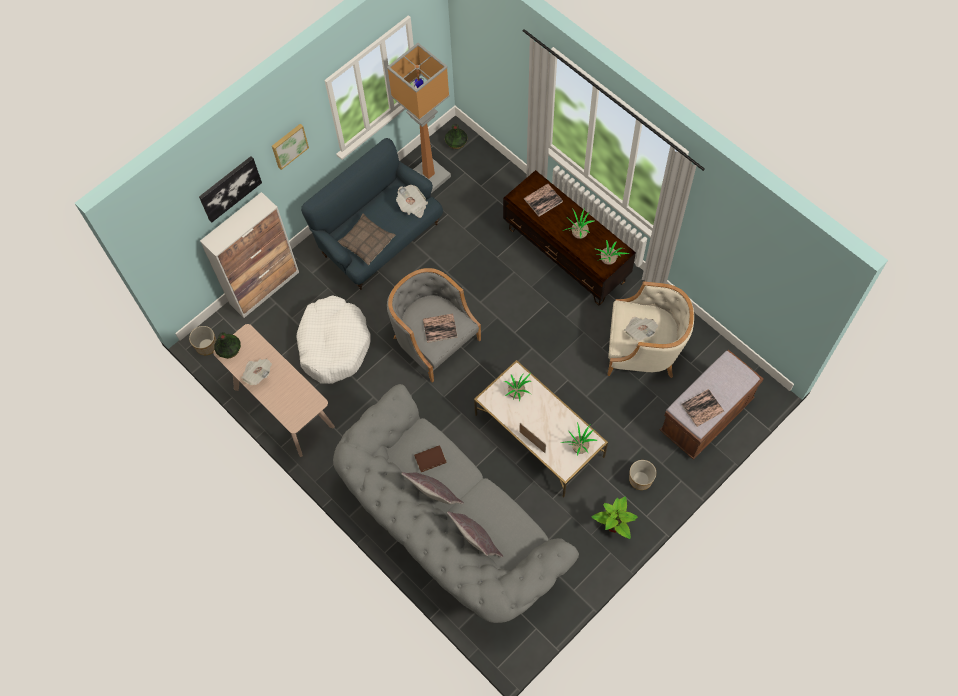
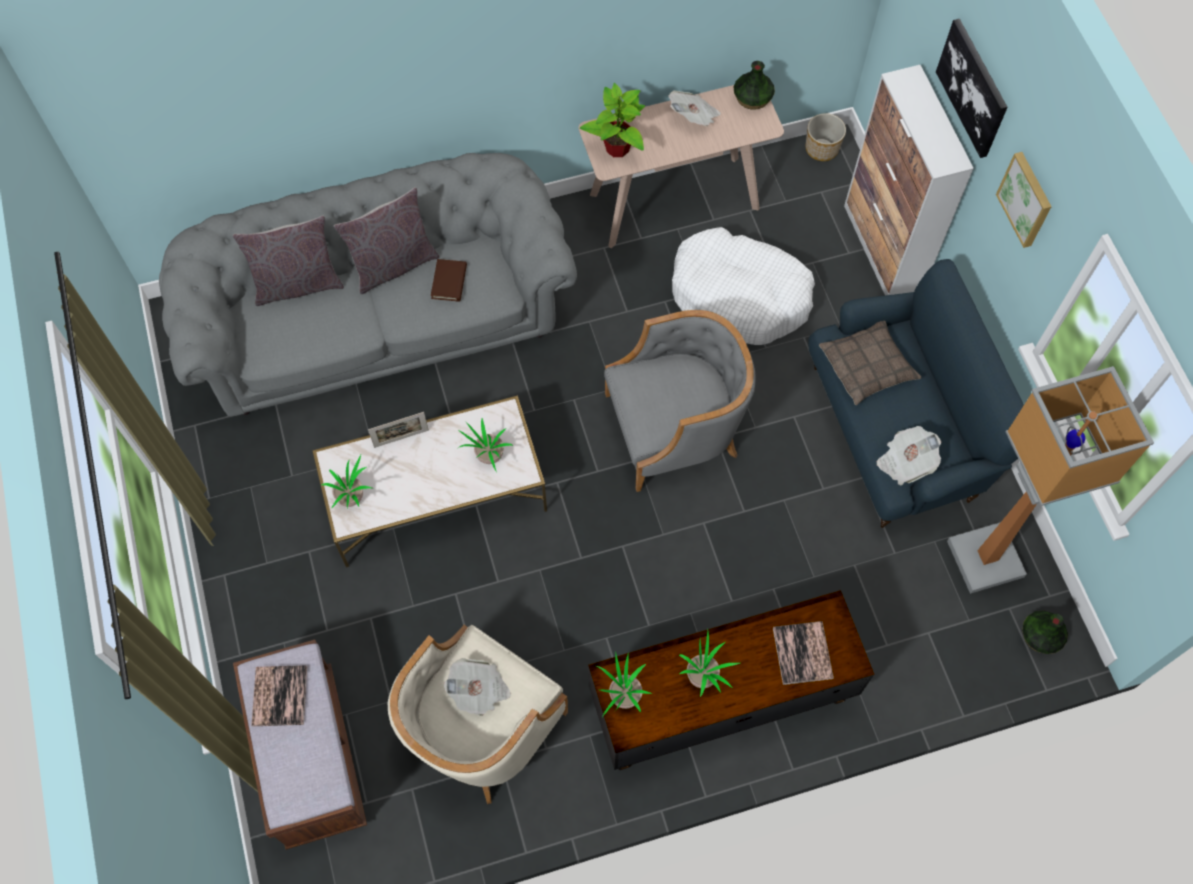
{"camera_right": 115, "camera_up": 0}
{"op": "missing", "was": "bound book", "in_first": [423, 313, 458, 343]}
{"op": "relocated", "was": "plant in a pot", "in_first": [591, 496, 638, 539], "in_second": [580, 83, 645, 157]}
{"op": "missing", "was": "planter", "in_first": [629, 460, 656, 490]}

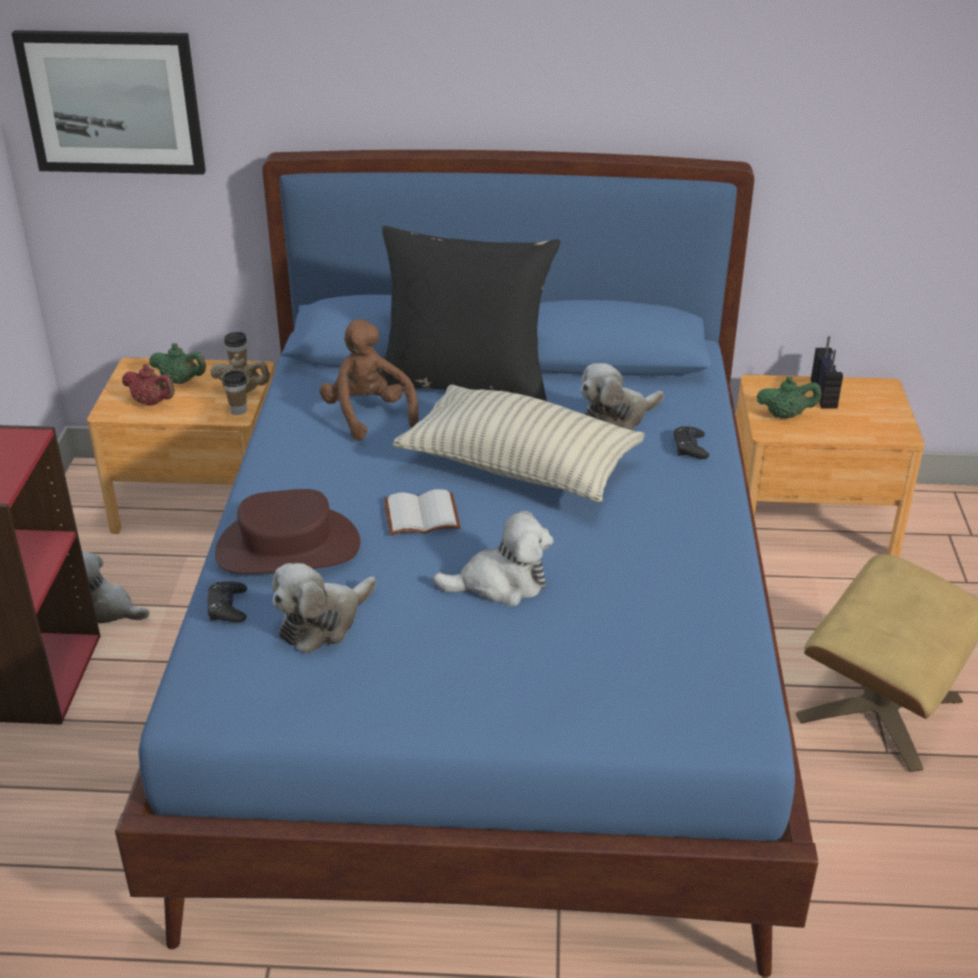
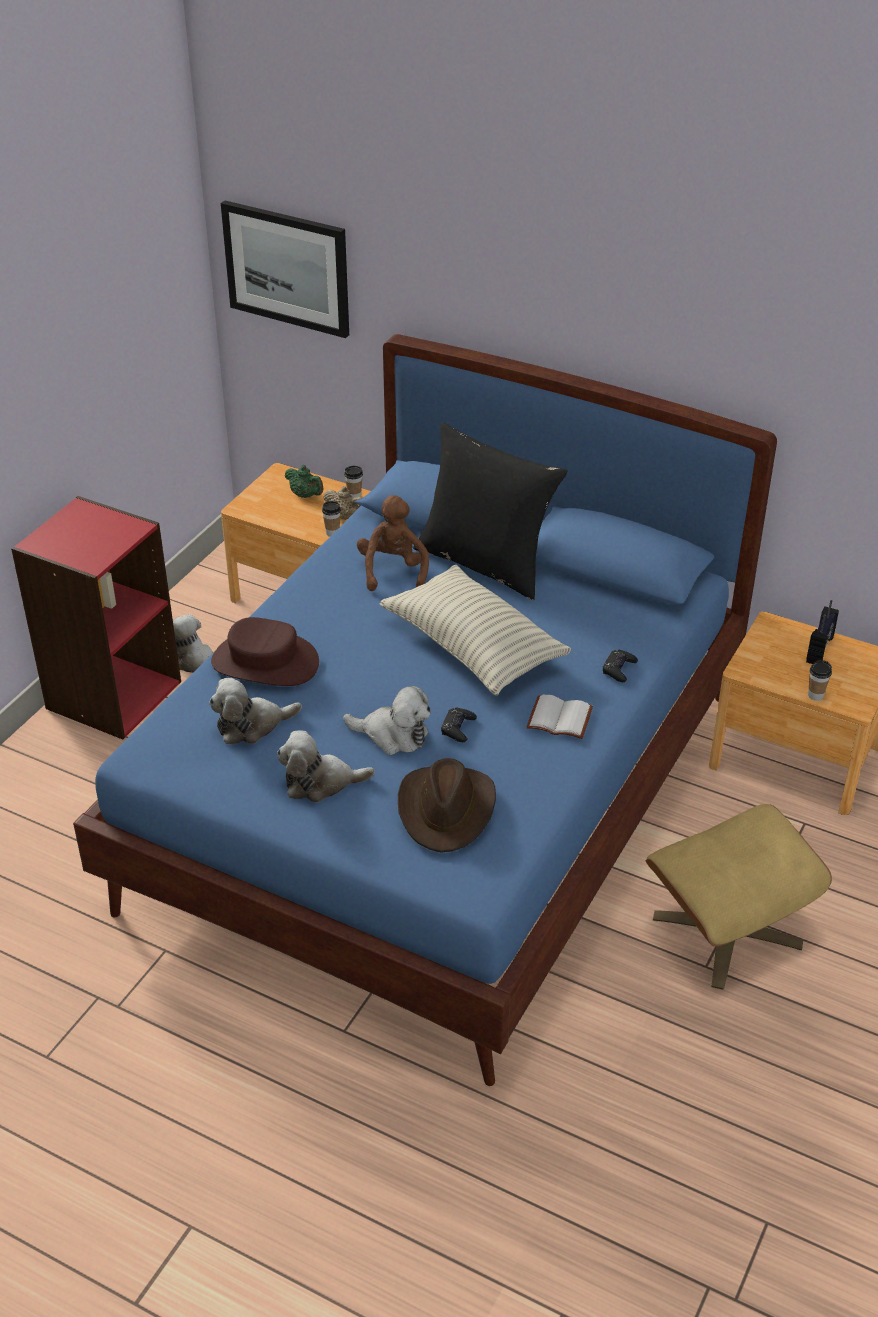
{"camera_right": 25, "camera_up": 5}
{"op": "missing", "was": "red tea pot", "in_first": [122, 364, 175, 406]}
{"op": "relocated", "was": "blackish gamepad", "in_first": [207, 581, 247, 623], "in_second": [441, 707, 477, 742]}
{"op": "relocated", "was": "white bound book", "in_first": [384, 489, 461, 535], "in_second": [526, 695, 593, 739]}
{"op": "relocated", "was": "soft toy", "in_first": [580, 363, 664, 430], "in_second": [277, 730, 375, 803]}
{"op": "missing", "was": "green tea pot", "in_first": [757, 377, 821, 419]}
{"op": "appeared", "now": "brown clothing hat", "in_second": [398, 758, 496, 853]}
{"op": "appeared", "now": "cup", "in_second": [808, 660, 832, 701]}

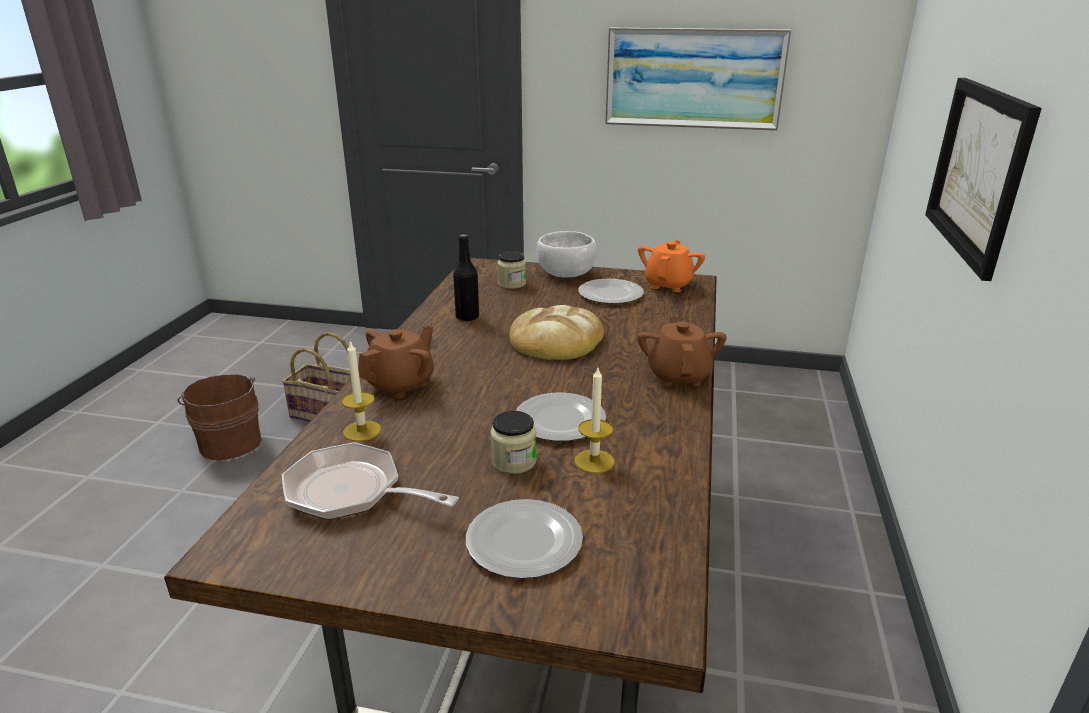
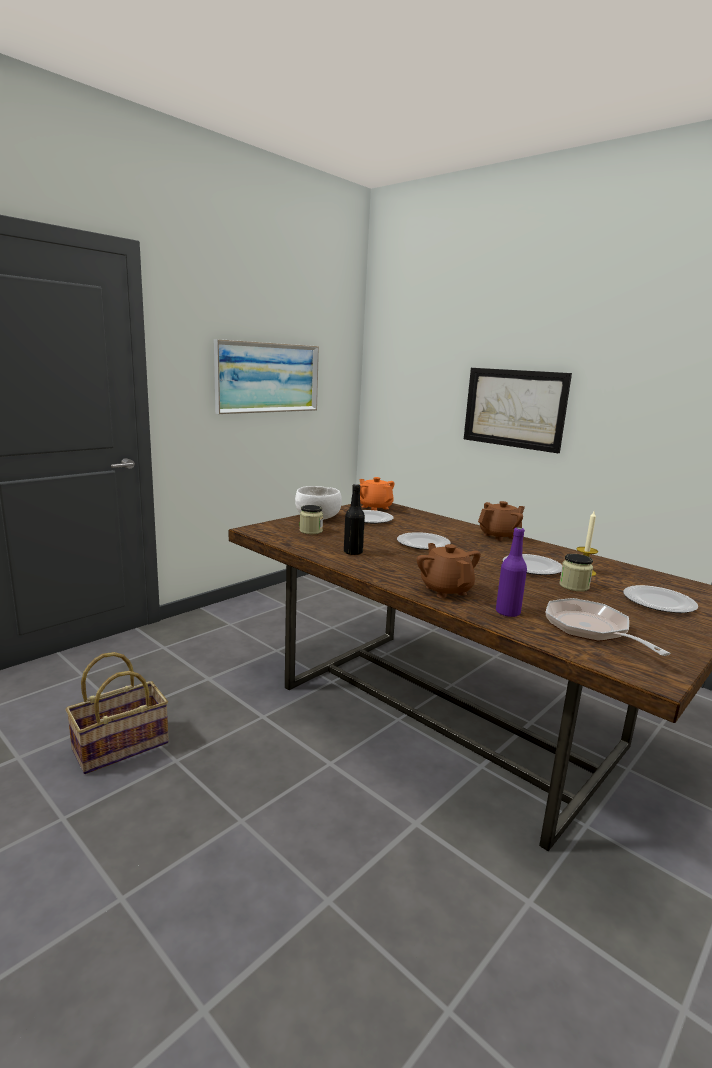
{"camera_right": -60, "camera_up": -10}
{"op": "missing", "was": "brown bucket", "in_first": [177, 374, 261, 460]}
{"op": "spun", "was": "skillet", "in_first": [282, 442, 459, 520], "in_second": [546, 598, 670, 656], "clockwise": 105}
{"op": "exchanged", "was": "wax candle", "now": "purple-coloured bottle", "in_first": [341, 340, 381, 442], "in_second": [496, 527, 527, 617]}
{"op": "exchanged", "was": "baked bread", "now": "flat dish", "in_first": [510, 305, 604, 360], "in_second": [397, 532, 451, 550]}
{"op": "spun", "was": "brown tea pot", "in_first": [637, 315, 727, 386], "in_second": [478, 501, 525, 541], "clockwise": 120}

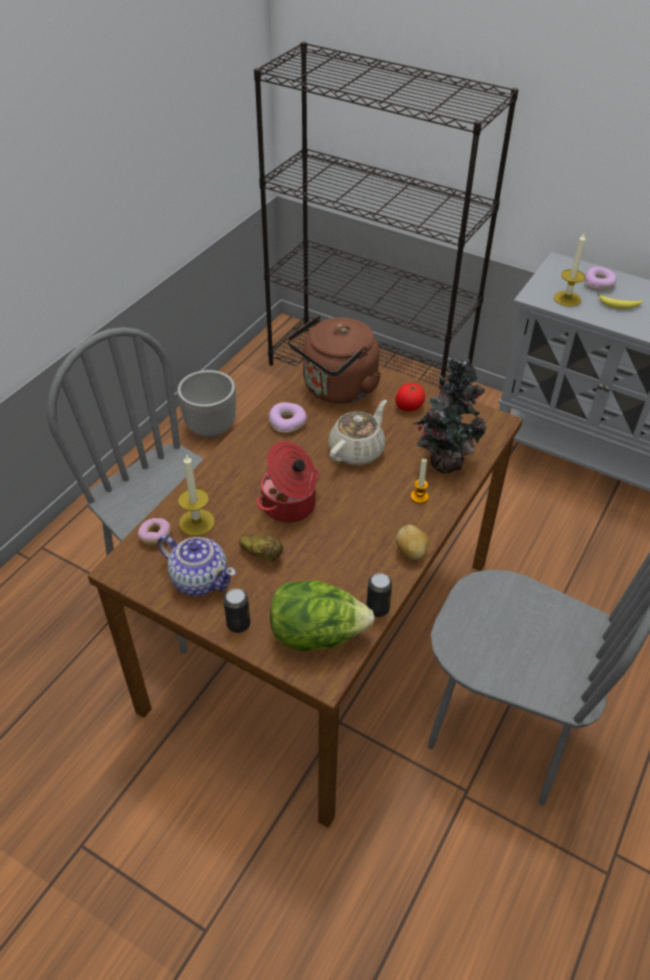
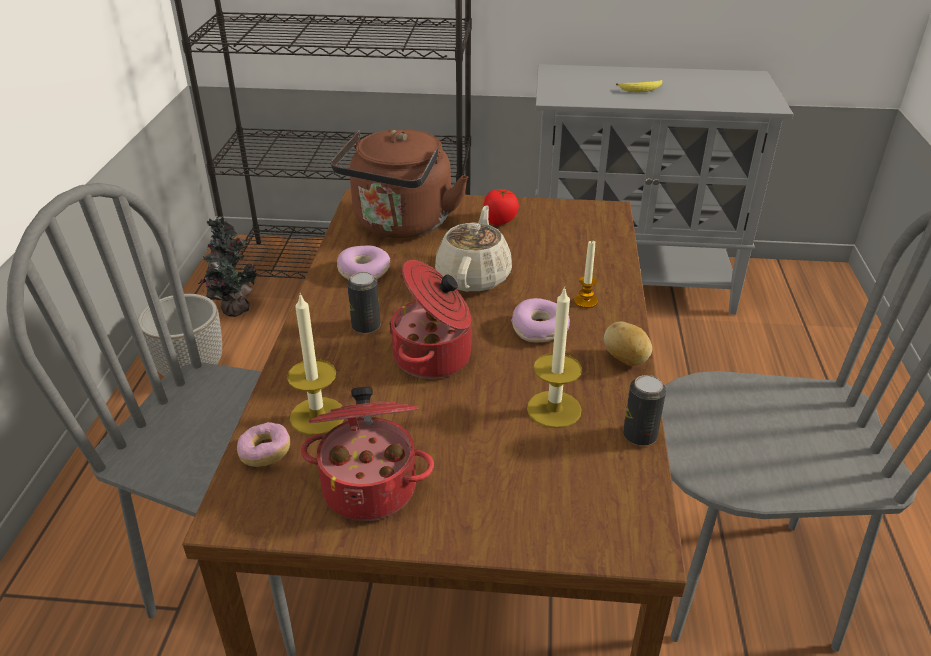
{"camera_right": -25, "camera_up": -10}
{"op": "exchanged", "was": "tea pot", "now": "saucepot", "in_first": [157, 535, 236, 596], "in_second": [301, 387, 434, 521]}
{"op": "relocated", "was": "sealed can", "in_first": [223, 588, 250, 633], "in_second": [347, 272, 380, 334]}
{"op": "missing", "was": "potato", "in_first": [239, 534, 283, 562]}
{"op": "missing", "was": "head of lettuce", "in_first": [270, 580, 375, 651]}
{"op": "relocated", "was": "plant in a pot", "in_first": [413, 358, 486, 473], "in_second": [198, 217, 257, 317]}
{"op": "relocated", "was": "wax candle", "in_first": [554, 233, 586, 307], "in_second": [527, 286, 582, 428]}
{"op": "relocated", "was": "donut", "in_first": [584, 266, 617, 290], "in_second": [511, 298, 570, 342]}

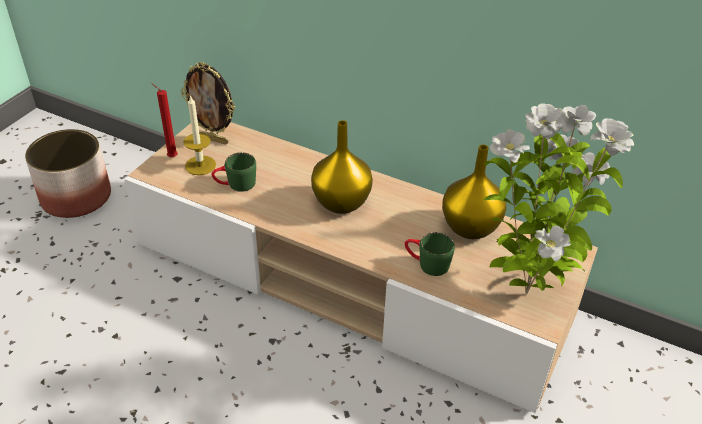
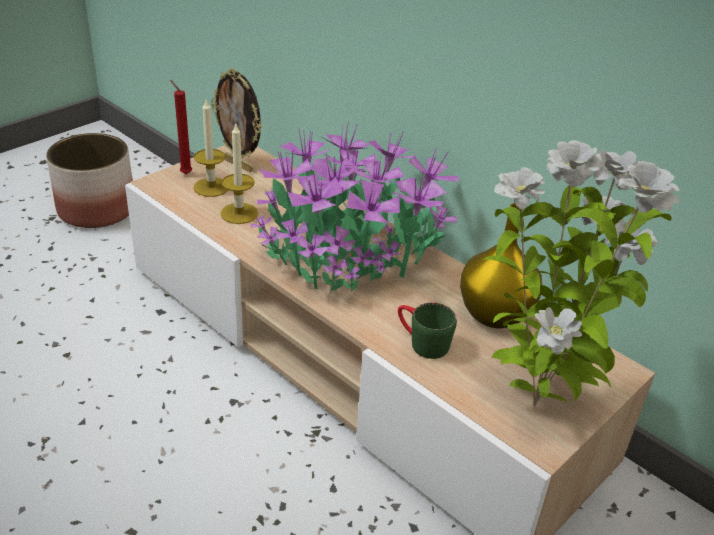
{"camera_right": 15, "camera_up": -5}
{"op": "exchanged", "was": "green tea mug", "now": "wax candle", "in_first": [211, 152, 256, 192], "in_second": [220, 122, 258, 224]}
{"op": "exchanged", "was": "yellow flower vase", "now": "plant in a pot", "in_first": [311, 120, 373, 214], "in_second": [250, 124, 459, 294]}

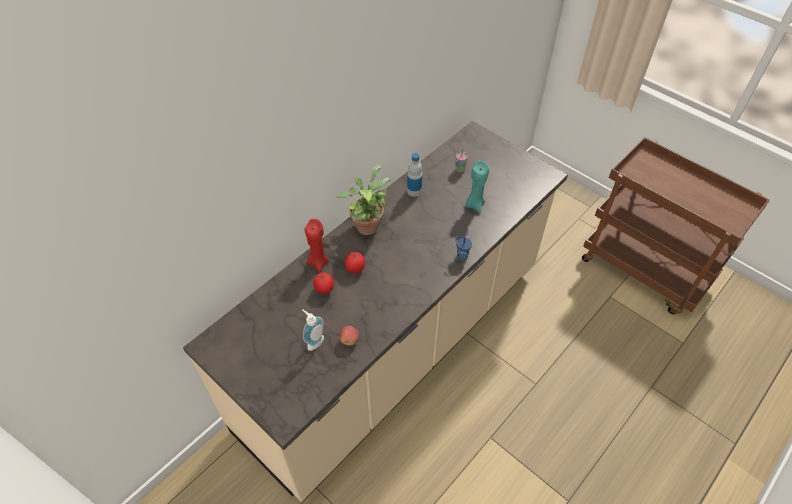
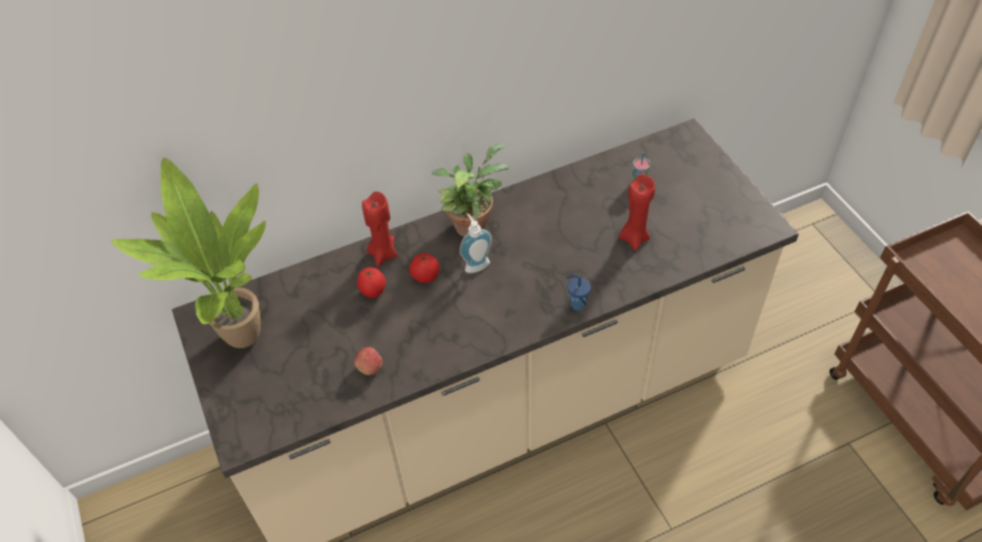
{"camera_right": 25, "camera_up": 0}
{"op": "relocated", "was": "liquid soap bottle", "in_first": [302, 310, 324, 351], "in_second": [460, 214, 492, 273]}
{"op": "missing", "was": "bottle", "in_first": [407, 153, 422, 197]}
{"op": "colour", "was": "turquoise wax candle", "now": "red wax candle", "in_first": [466, 161, 489, 212], "in_second": [619, 174, 655, 251]}
{"op": "appeared", "now": "plant in a pot", "in_second": [111, 158, 266, 348]}

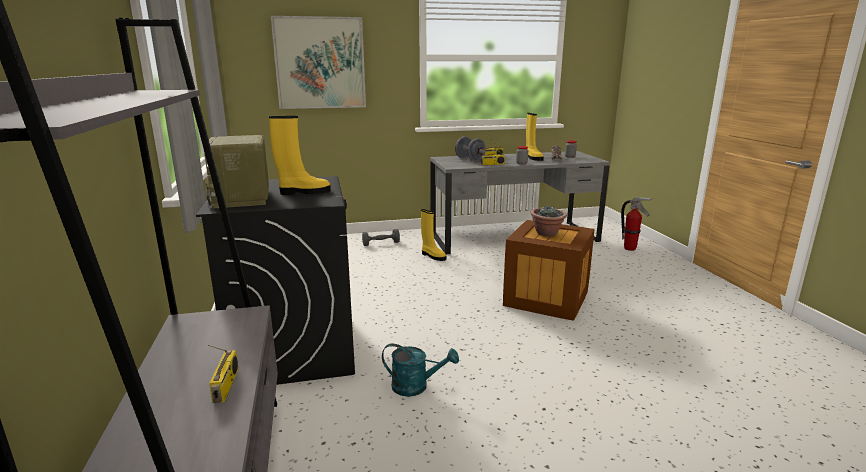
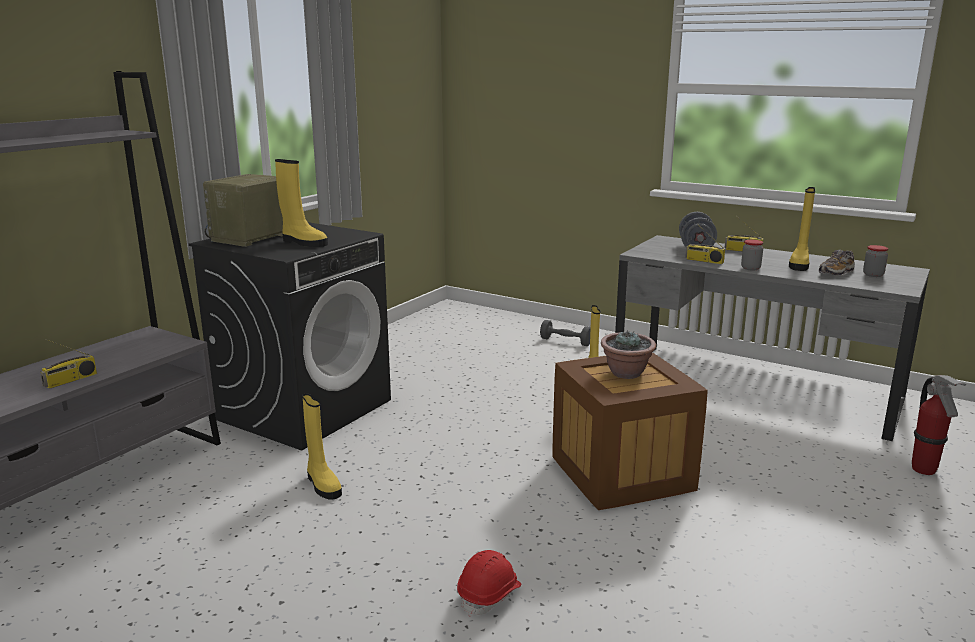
{"camera_right": 45, "camera_up": 0}
{"op": "missing", "was": "wall picture", "in_first": [271, 16, 366, 109]}
{"op": "exchanged", "was": "turquoise sprinkling can", "now": "yellow tall boot", "in_first": [382, 343, 459, 397], "in_second": [302, 394, 342, 500]}
{"op": "appeared", "now": "red safety helmet", "in_second": [457, 550, 521, 617]}

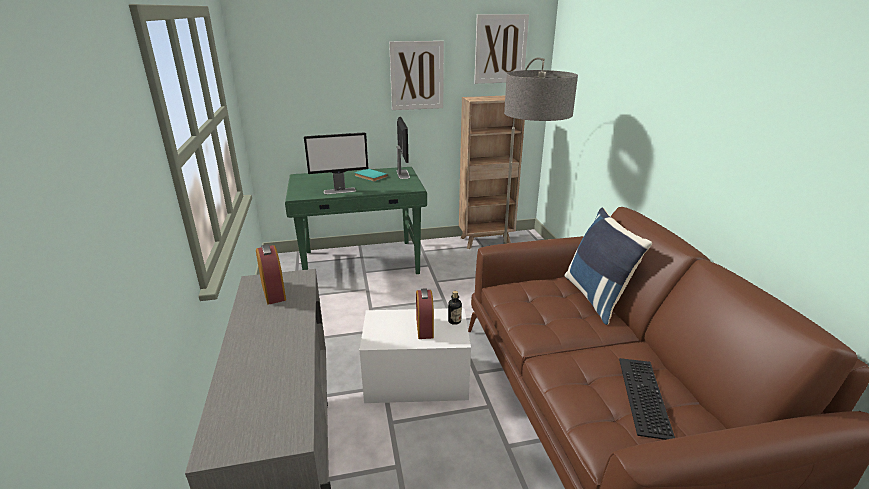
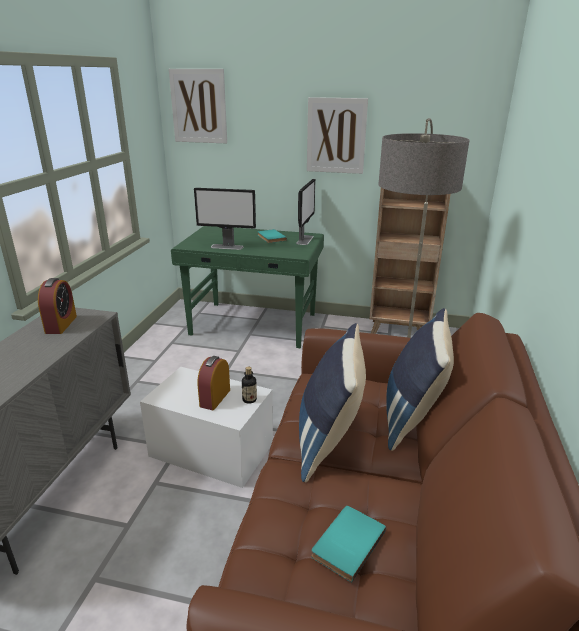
{"camera_right": 25, "camera_up": 0}
{"op": "relocated", "was": "wall picture", "in_first": [474, 14, 529, 84], "in_second": [169, 69, 227, 143]}
{"op": "exchanged", "was": "computer keyboard", "now": "turquoise bound book", "in_first": [619, 358, 675, 440], "in_second": [311, 506, 386, 583]}
{"op": "appeared", "now": "blue cushion", "in_second": [299, 323, 366, 482]}

